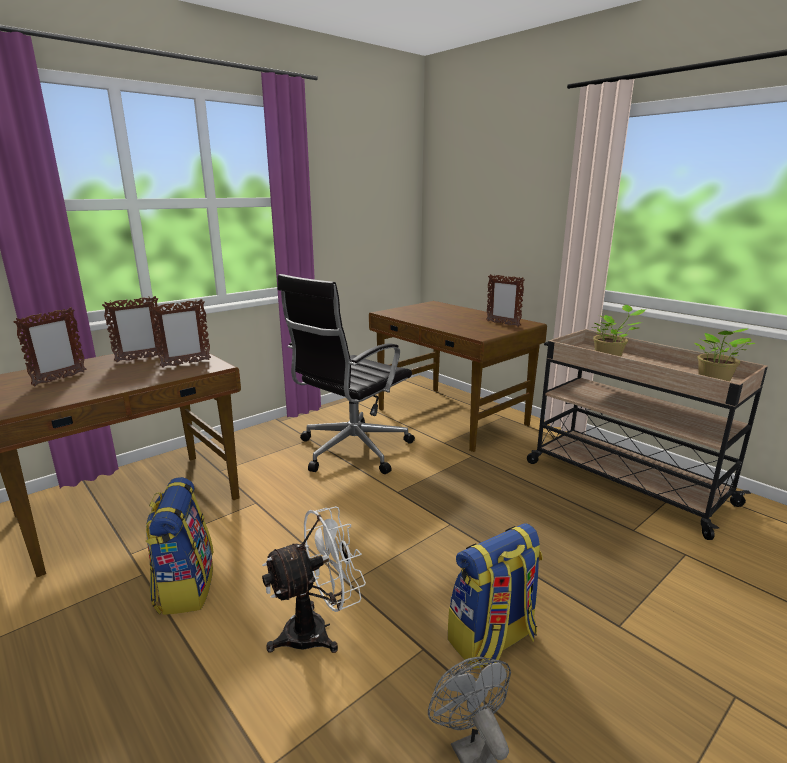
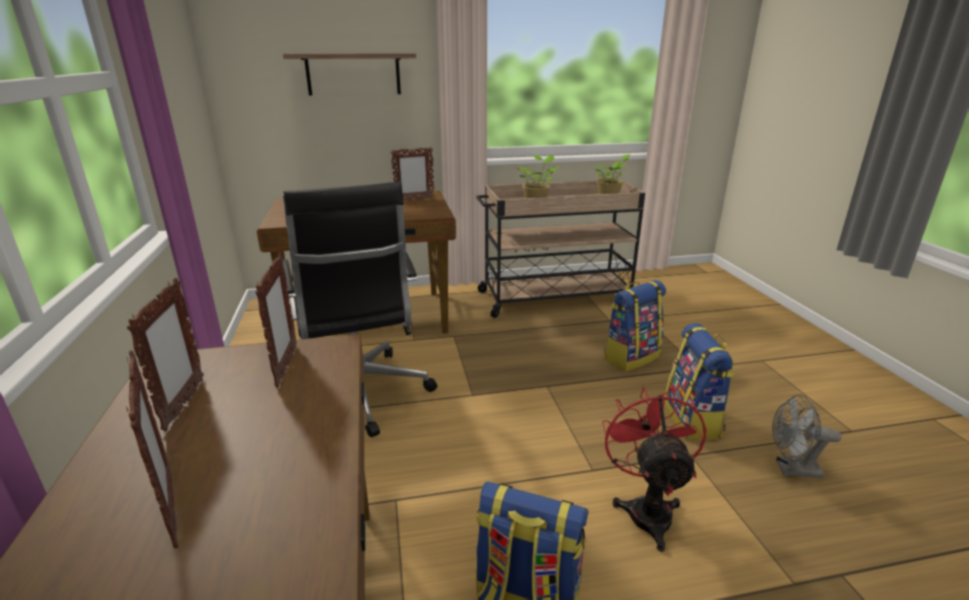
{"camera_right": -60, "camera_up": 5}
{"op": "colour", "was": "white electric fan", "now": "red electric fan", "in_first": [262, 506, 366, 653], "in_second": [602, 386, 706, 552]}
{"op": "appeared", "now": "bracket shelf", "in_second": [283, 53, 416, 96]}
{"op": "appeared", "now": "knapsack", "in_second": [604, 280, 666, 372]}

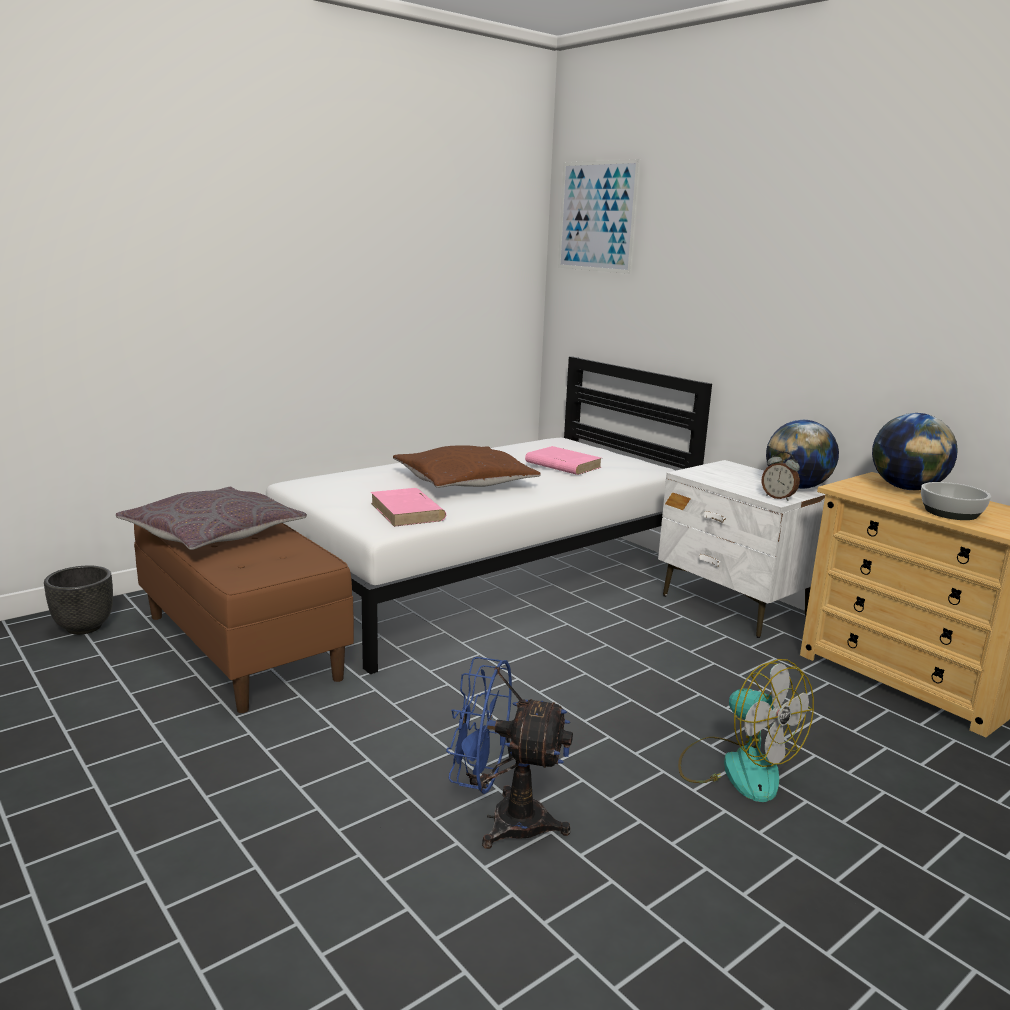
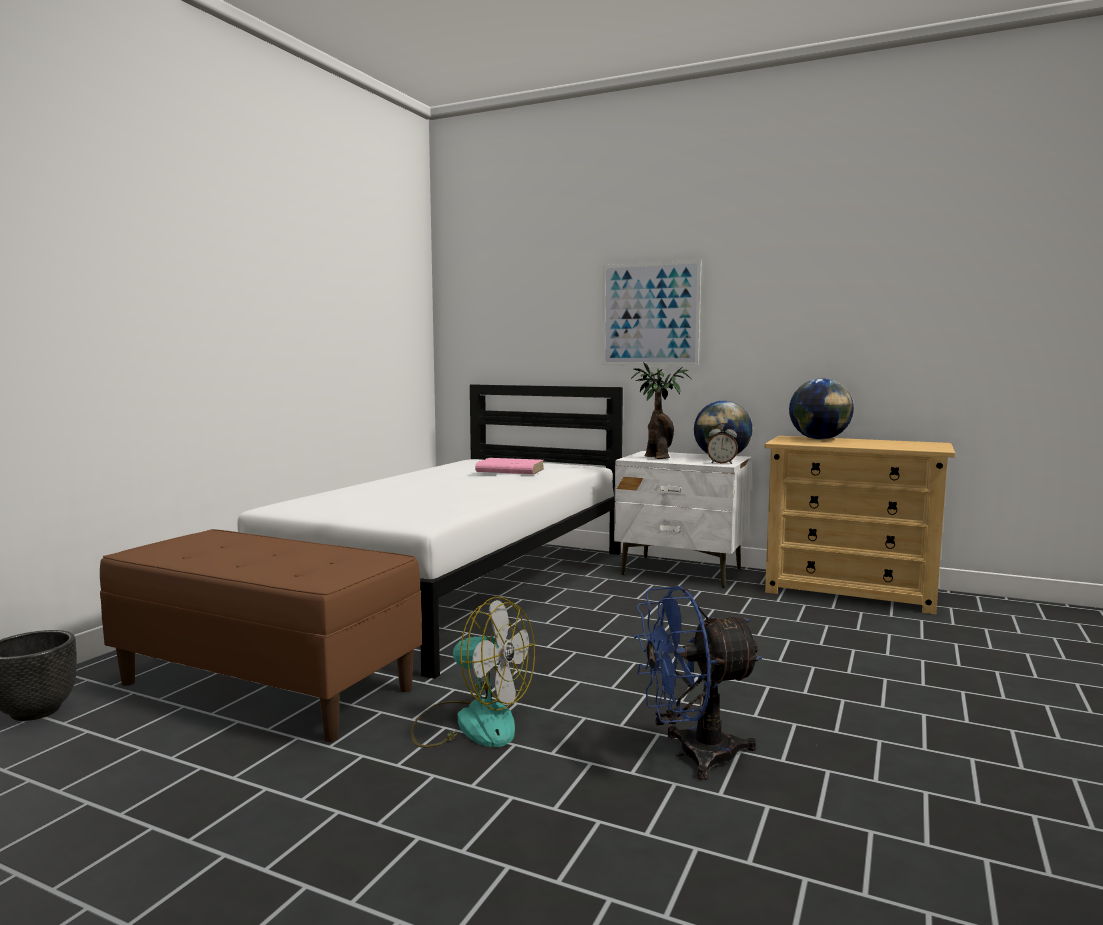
{"camera_right": -25, "camera_up": -10}
{"op": "missing", "was": "greyish cushion", "in_first": [116, 487, 307, 550]}
{"op": "missing", "was": "pink bound book", "in_first": [371, 488, 446, 527]}
{"op": "missing", "was": "brown cushion", "in_first": [393, 445, 541, 488]}
{"op": "relocated", "was": "wall picture", "in_first": [558, 159, 641, 274], "in_second": [602, 260, 702, 366]}
{"op": "relocated", "was": "electric fan", "in_first": [678, 659, 814, 802], "in_second": [411, 597, 535, 748]}
{"op": "missing", "was": "bowl", "in_first": [921, 482, 991, 520]}
{"op": "appeared", "now": "plant in a pot", "in_second": [631, 362, 691, 459]}

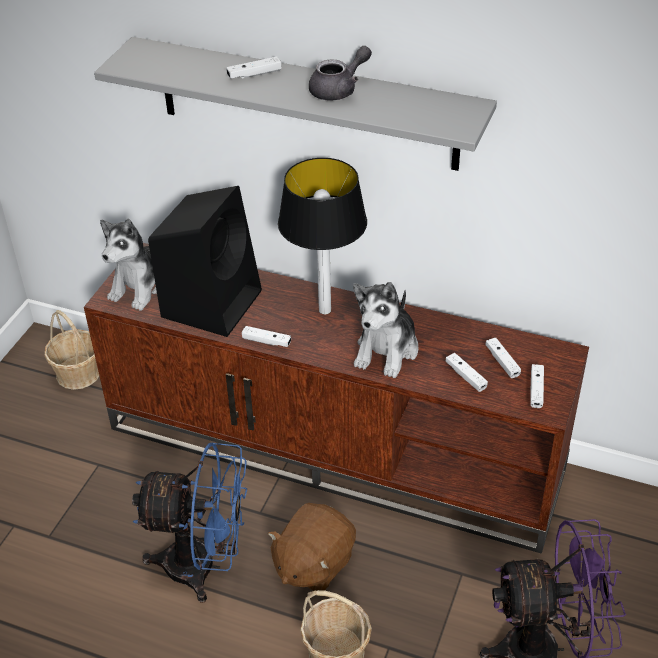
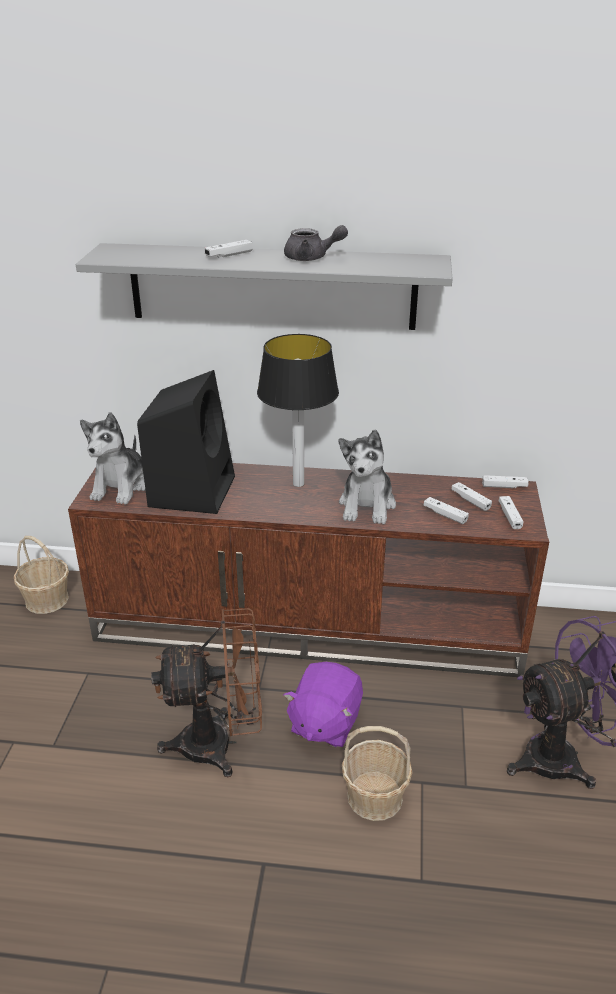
{"camera_right": -15, "camera_up": -10}
{"op": "colour", "was": "blue electric fan", "now": "brown electric fan", "in_first": [132, 443, 247, 603], "in_second": [151, 608, 262, 777]}
{"op": "relocated", "was": "white gamepad", "in_first": [242, 326, 291, 347], "in_second": [482, 475, 529, 488]}
{"op": "colour", "was": "brown soft toy", "now": "purple-coloured soft toy", "in_first": [268, 503, 356, 591], "in_second": [284, 662, 363, 747]}
{"op": "spun", "was": "greyish tea pot", "in_first": [309, 46, 372, 101], "in_second": [284, 225, 348, 261], "clockwise": 60}

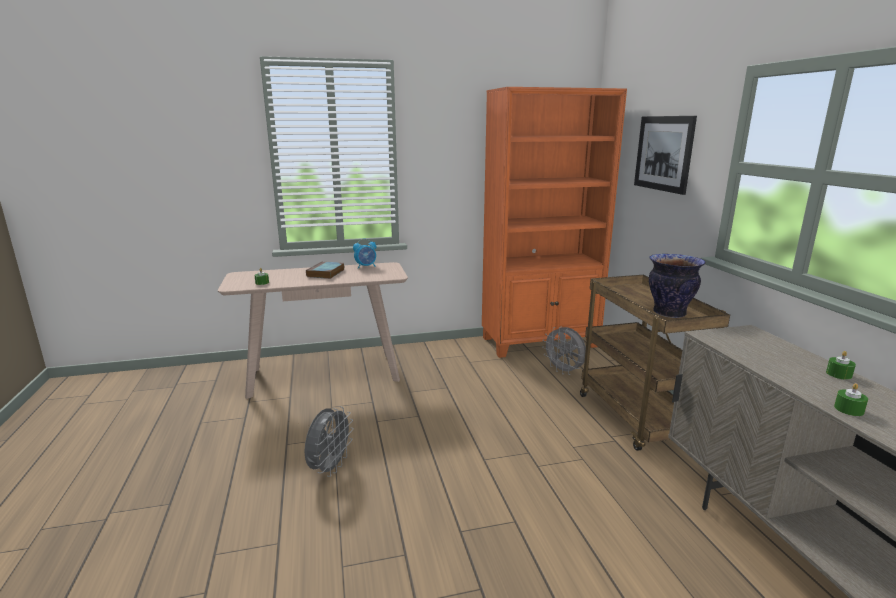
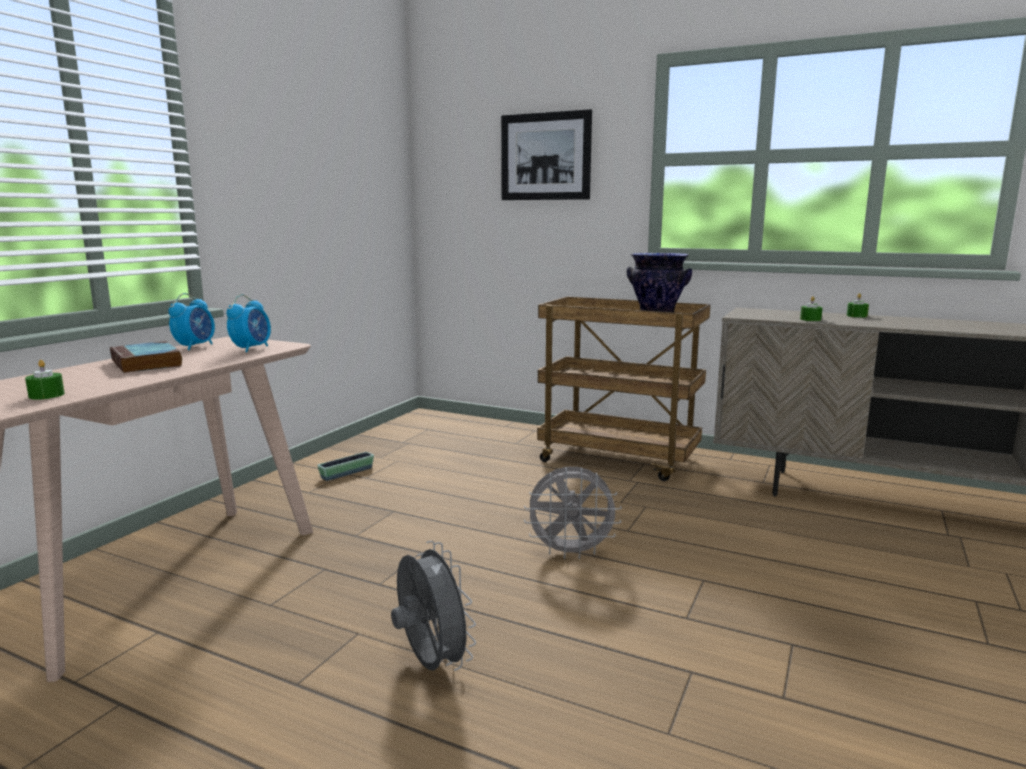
{"camera_right": -50, "camera_up": -5}
{"op": "missing", "was": "orange shelving unit", "in_first": [482, 87, 627, 358]}
{"op": "relocated", "was": "greyish electric fan", "in_first": [542, 327, 586, 375], "in_second": [524, 467, 622, 559]}
{"op": "relocated", "was": "green wax candle", "in_first": [834, 383, 868, 416], "in_second": [800, 296, 823, 321]}
{"op": "appeared", "now": "bedside clock", "in_second": [226, 294, 271, 352]}
{"op": "appeared", "now": "planter", "in_second": [317, 452, 374, 481]}

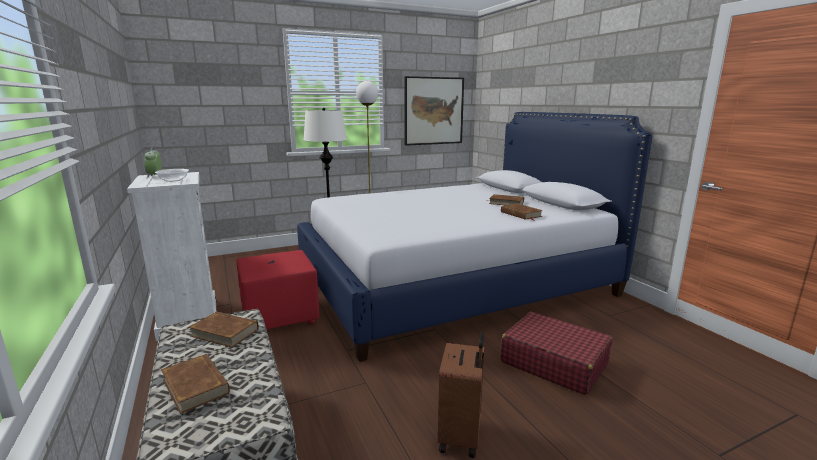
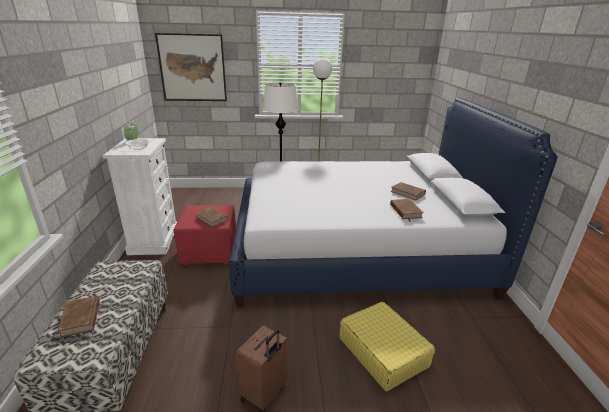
{"camera_right": 20, "camera_up": 10}
{"op": "relocated", "was": "brown bound book", "in_first": [188, 312, 259, 348], "in_second": [196, 207, 228, 227]}
{"op": "relocated", "was": "wall picture", "in_first": [404, 76, 464, 146], "in_second": [155, 33, 227, 101]}
{"op": "colour", "was": "red travel case", "now": "yellow travel case", "in_first": [501, 312, 613, 395], "in_second": [339, 301, 435, 391]}

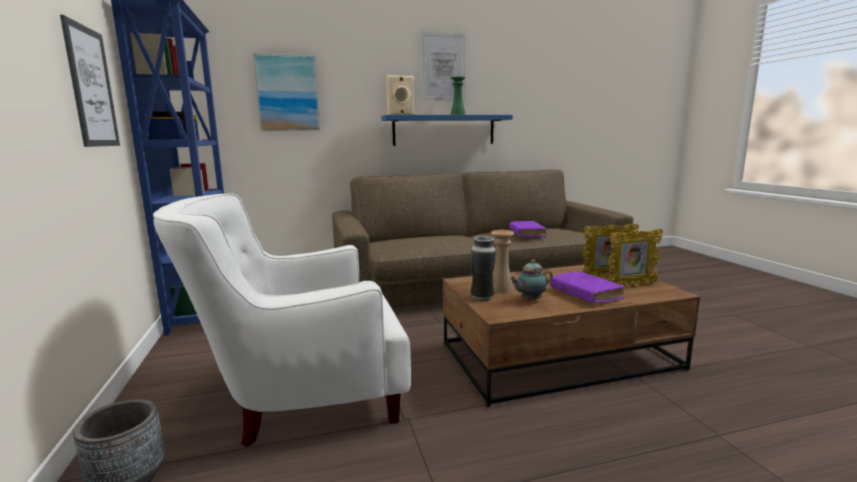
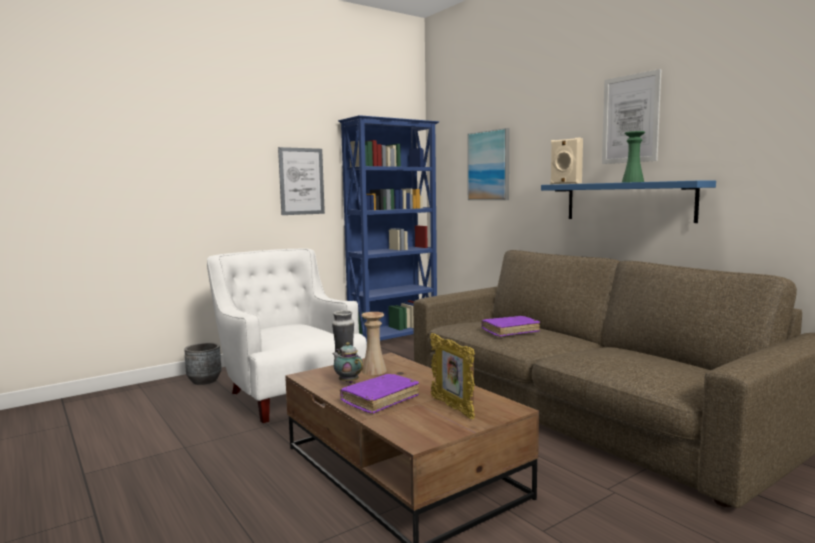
{"camera_right": 70, "camera_up": -5}
{"op": "relocated", "was": "purple-coloured bound book", "in_first": [509, 221, 546, 237], "in_second": [482, 316, 540, 337]}
{"op": "missing", "was": "standing frame", "in_first": [608, 229, 663, 287]}

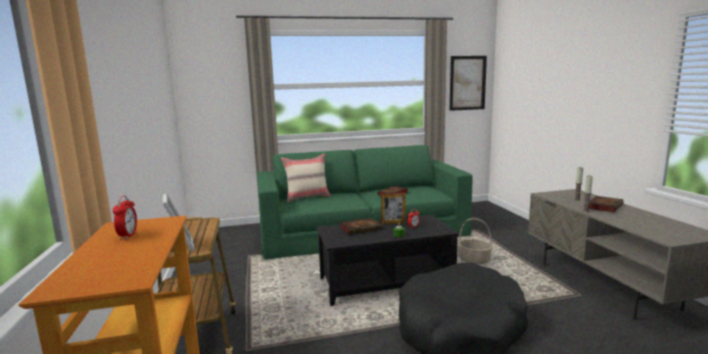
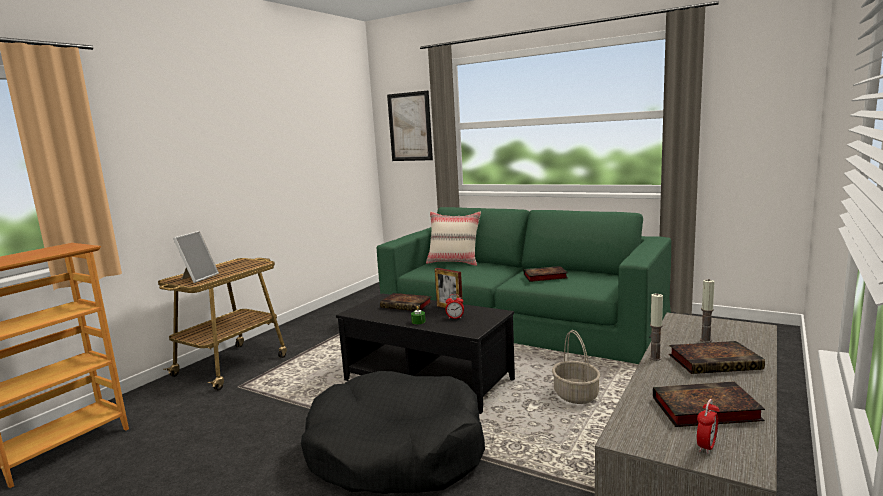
{"camera_right": 45, "camera_up": 0}
{"op": "relocated", "was": "bedside clock", "in_first": [113, 195, 137, 240], "in_second": [697, 399, 720, 454]}
{"op": "relocated", "was": "wall picture", "in_first": [449, 56, 487, 111], "in_second": [387, 90, 433, 161]}
{"op": "appeared", "now": "bound book", "in_second": [653, 381, 765, 427]}

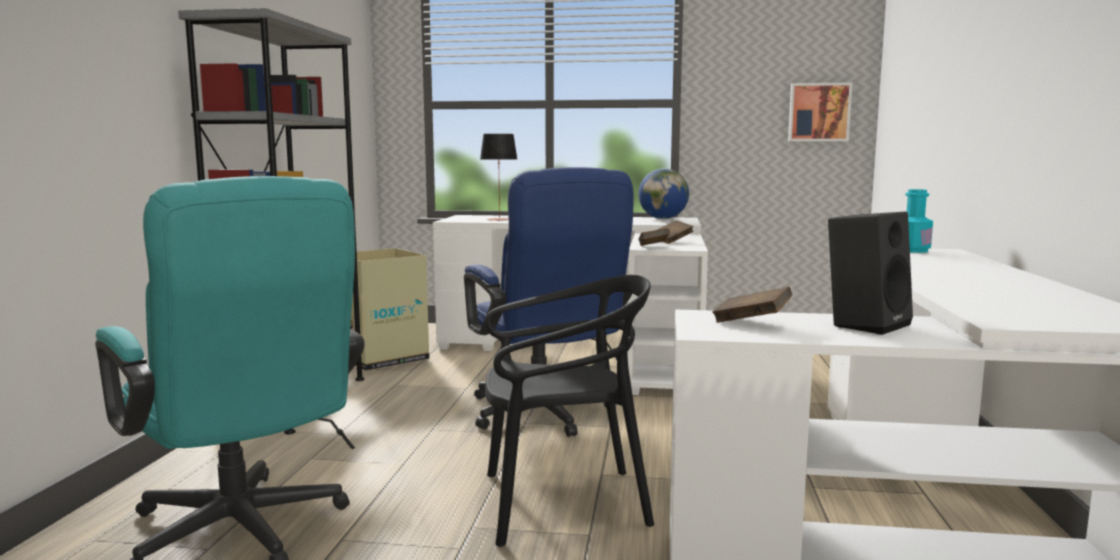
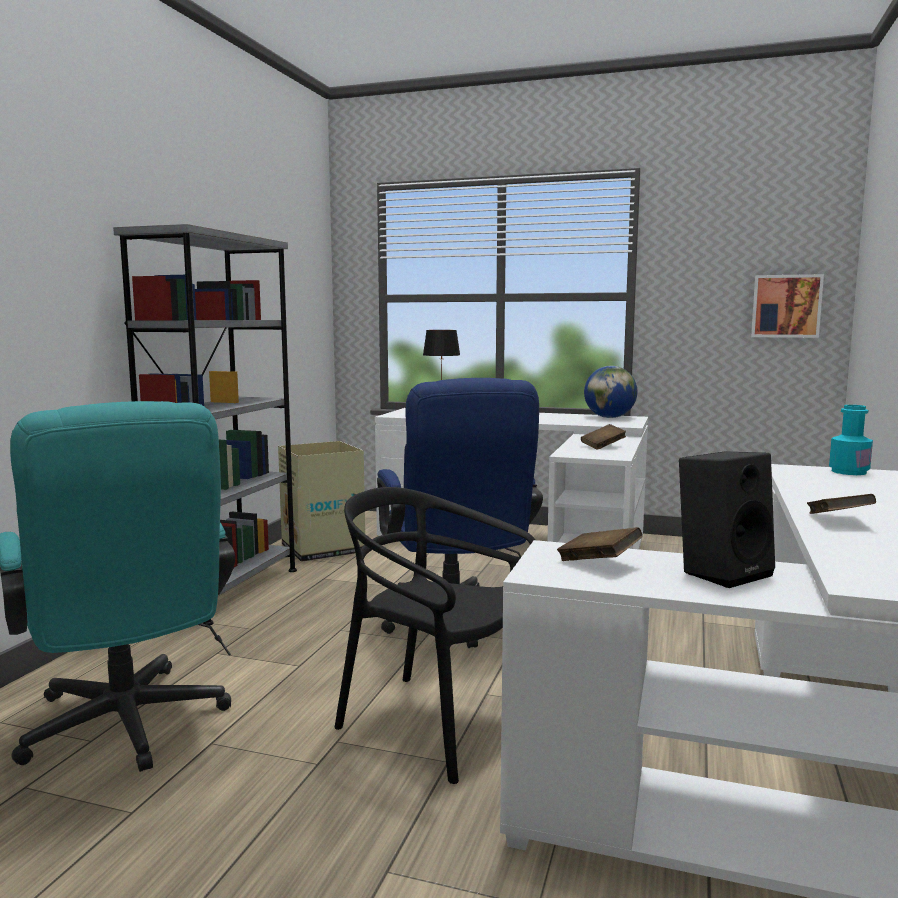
{"camera_right": 10, "camera_up": 0}
{"op": "spun", "was": "blackish plain chair", "in_first": [485, 275, 654, 547], "in_second": [334, 487, 535, 784], "clockwise": -150}
{"op": "relocated", "was": "brown bound book", "in_first": [638, 229, 670, 246], "in_second": [807, 494, 876, 514]}

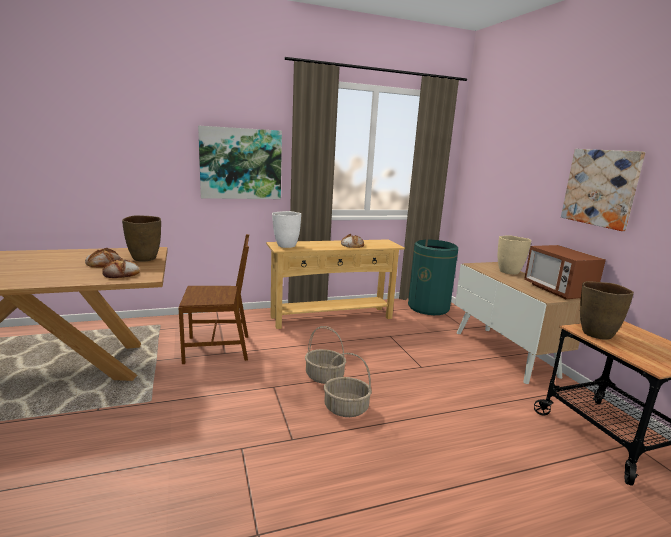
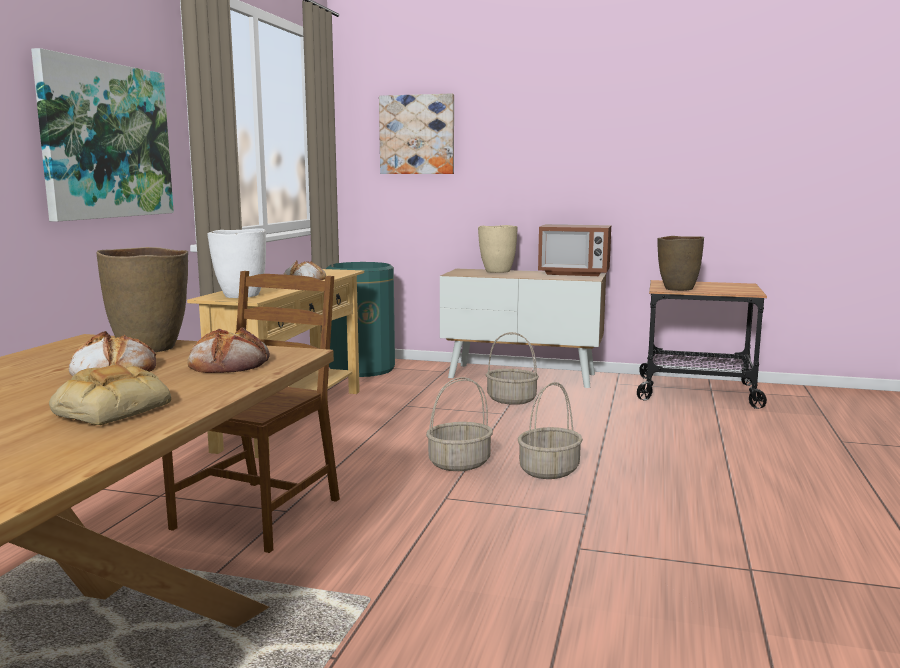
{"camera_right": -55, "camera_up": -5}
{"op": "relocated", "was": "wall picture", "in_first": [561, 149, 645, 231], "in_second": [379, 93, 454, 174]}
{"op": "appeared", "now": "baked bread", "in_second": [49, 364, 171, 425]}
{"op": "appeared", "now": "household basket", "in_second": [486, 332, 539, 405]}

